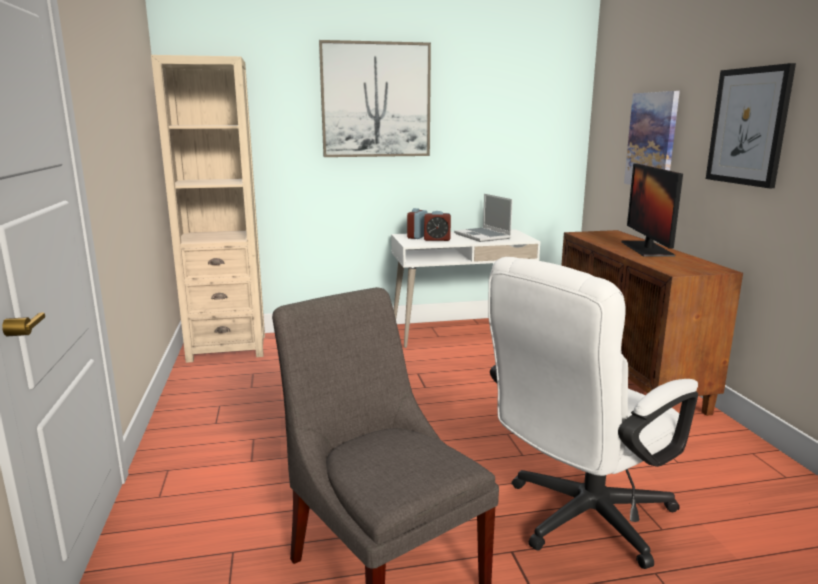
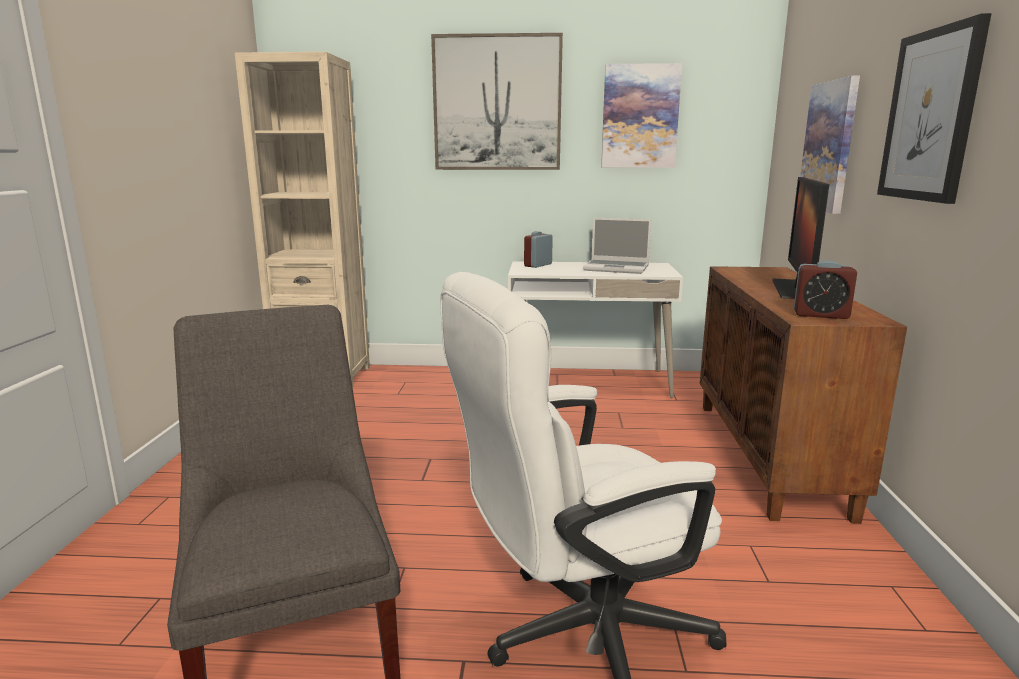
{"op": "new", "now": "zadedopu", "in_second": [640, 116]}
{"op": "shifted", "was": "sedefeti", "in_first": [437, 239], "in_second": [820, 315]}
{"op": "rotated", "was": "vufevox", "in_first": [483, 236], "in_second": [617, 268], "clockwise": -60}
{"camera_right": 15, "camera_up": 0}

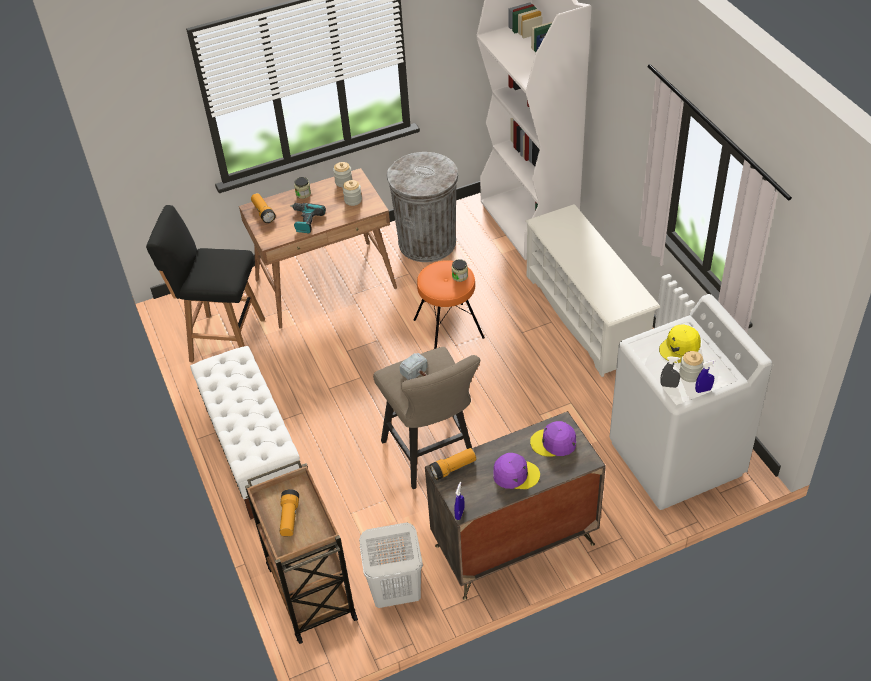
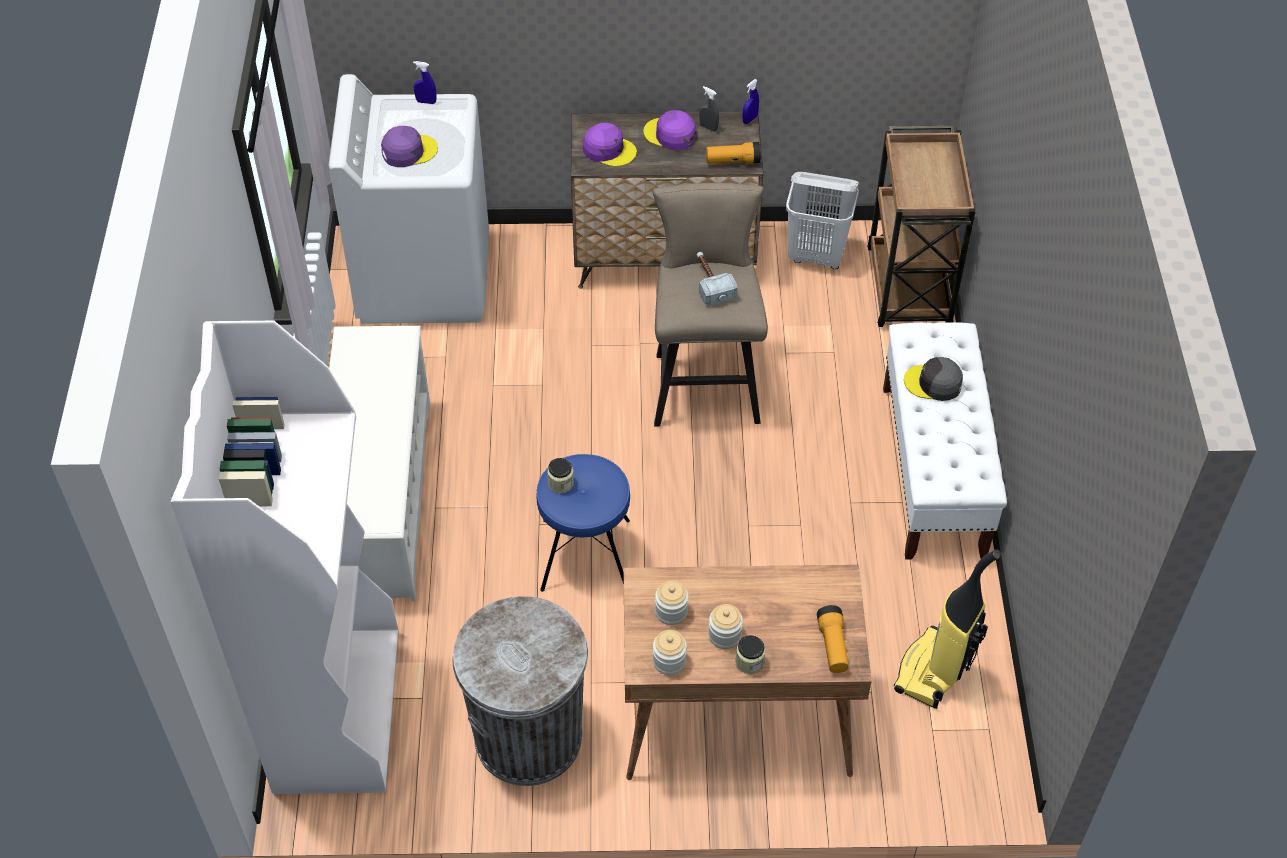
{"op": "gone", "was": "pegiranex", "in_first": [289, 518]}
{"op": "gone", "was": "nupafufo", "in_first": [305, 221]}
{"op": "new", "now": "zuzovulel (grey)", "in_second": [933, 383]}
{"op": "shifted", "was": "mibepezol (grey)", "in_first": [669, 385], "in_second": [708, 127]}
{"op": "shifted", "was": "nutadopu", "in_first": [690, 374], "in_second": [724, 635]}
{"op": "swapped", "was": "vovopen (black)", "now": "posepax", "in_first": [224, 339], "in_second": [934, 671]}
{"op": "repainted", "was": "vovopen (orange)", "now": "vovopen (blue)", "in_first": [448, 328], "in_second": [585, 555]}
{"op": "repainted", "was": "zuzovulel (yellow)", "now": "zuzovulel (purple)", "in_first": [680, 347], "in_second": [408, 151]}
{"camera_right": -160, "camera_up": 5}

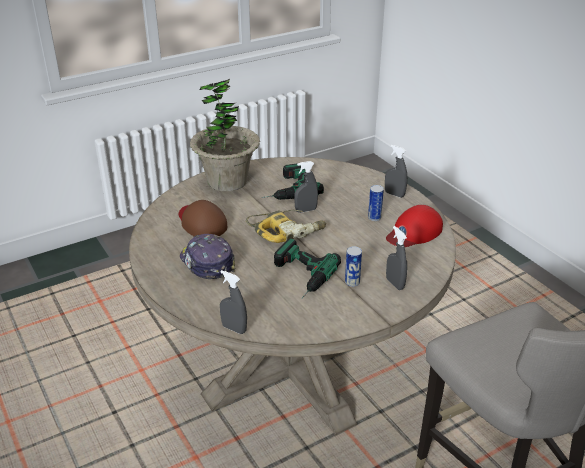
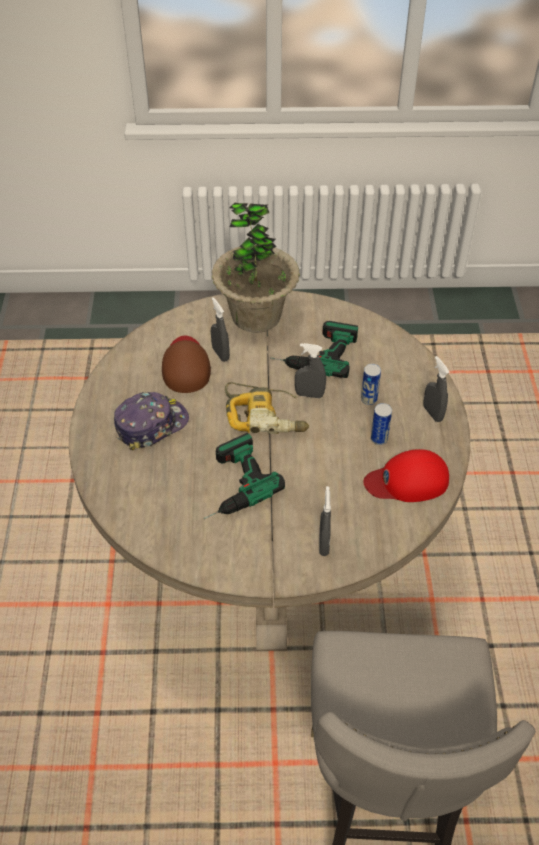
{"op": "shifted", "was": "mibepezol (grey)", "in_first": [234, 328], "in_second": [220, 354]}
{"op": "shifted", "was": "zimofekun", "in_first": [352, 282], "in_second": [369, 399]}
{"op": "rotated", "was": "zuzovulel", "in_first": [207, 263], "in_second": [151, 425], "clockwise": 60}
{"camera_right": 30, "camera_up": 15}

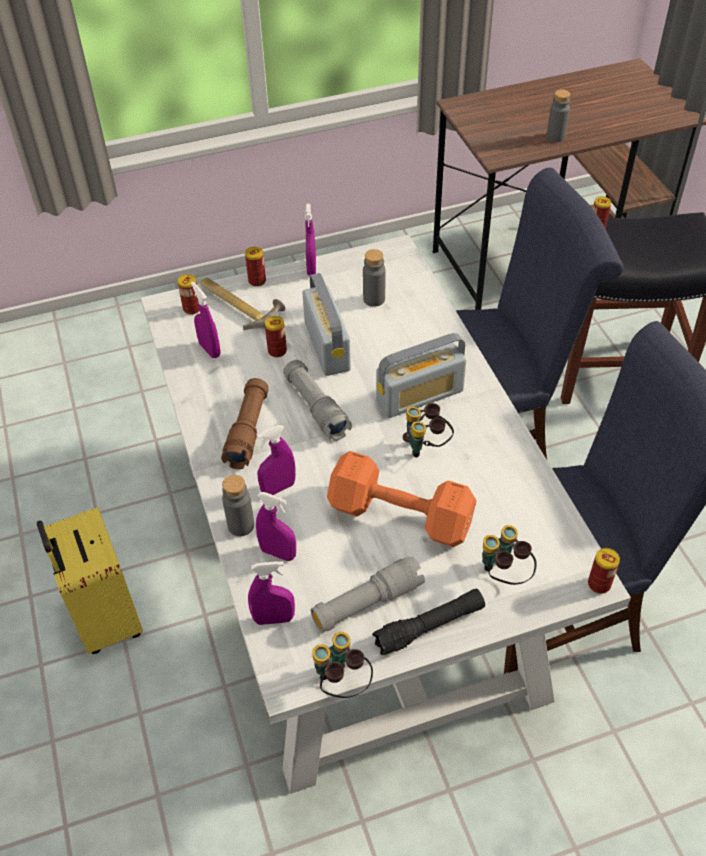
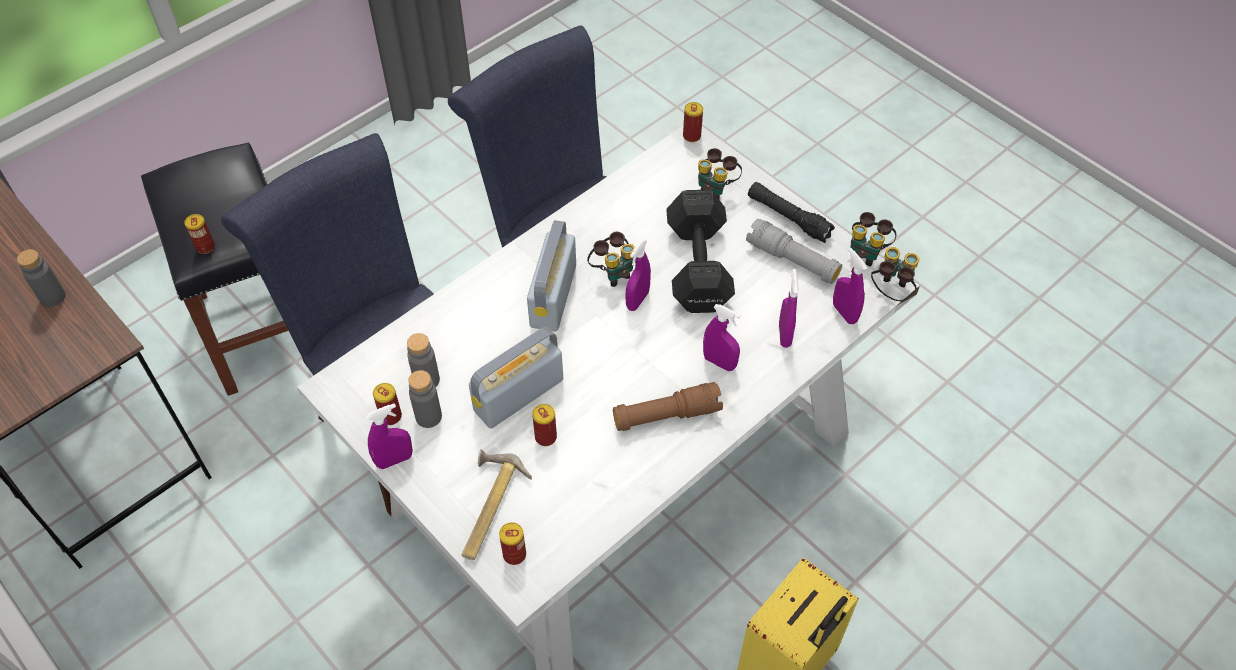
{"op": "gone", "was": "pegiranex (grey)", "in_first": [316, 407]}
{"op": "new", "now": "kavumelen", "in_second": [890, 292]}
{"op": "shifted", "was": "mibepezol (purple)", "in_first": [209, 350], "in_second": [637, 300]}
{"op": "shifted", "was": "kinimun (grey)", "in_first": [241, 525], "in_second": [428, 417]}
{"op": "shifted", "was": "zimofekun", "in_first": [257, 281], "in_second": [391, 416]}
{"op": "repainted", "was": "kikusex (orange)", "now": "kikusex (black)", "in_first": [403, 517], "in_second": [699, 264]}
{"op": "rotated", "was": "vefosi", "in_first": [420, 396], "in_second": [553, 296], "clockwise": -120}
{"camera_right": -115, "camera_up": 5}

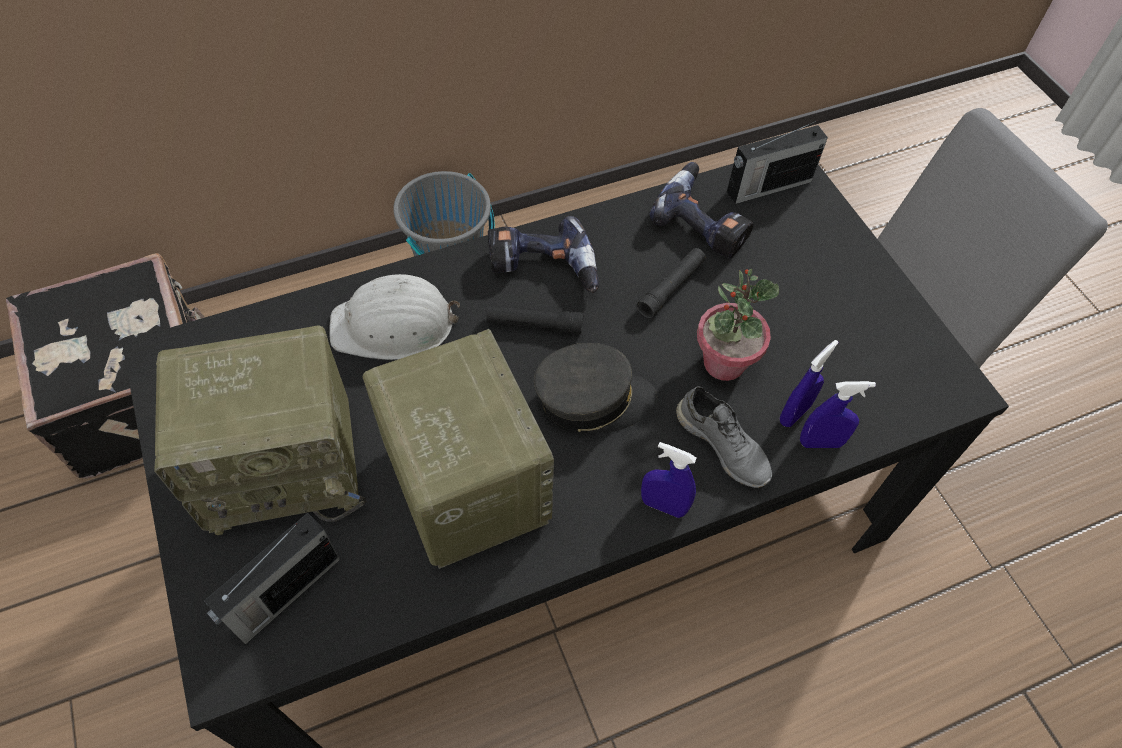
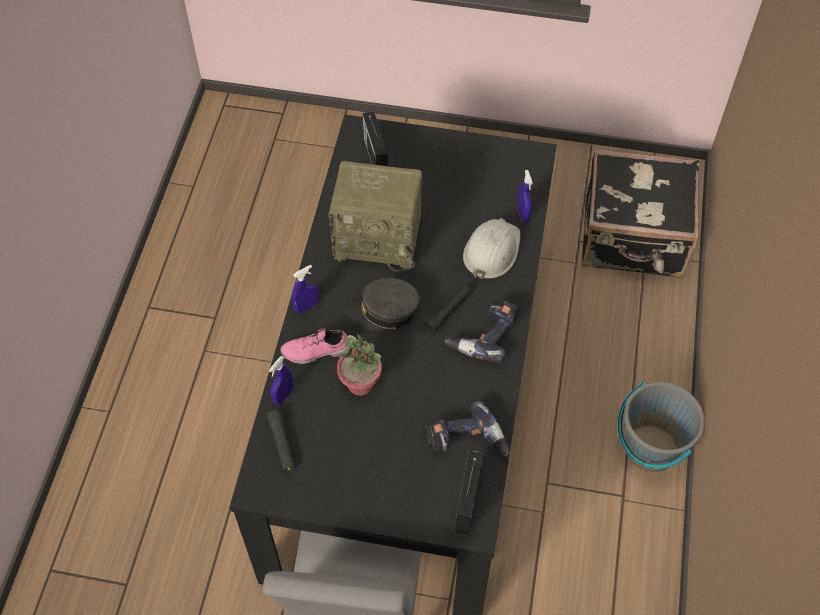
{"op": "gone", "was": "vefosi", "in_first": [285, 464]}
{"op": "shifted", "was": "pegiranex (black)", "in_first": [671, 287], "in_second": [282, 444]}
{"op": "shifted", "was": "mibepezol (blue)", "in_first": [794, 413], "in_second": [523, 214]}
{"op": "repainted", "was": "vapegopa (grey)", "now": "vapegopa (pink)", "in_first": [723, 444], "in_second": [316, 352]}
{"op": "rotated", "was": "zuzovulel (grey)", "in_first": [593, 399], "in_second": [383, 312], "clockwise": 60}
{"camera_right": 125, "camera_up": 0}

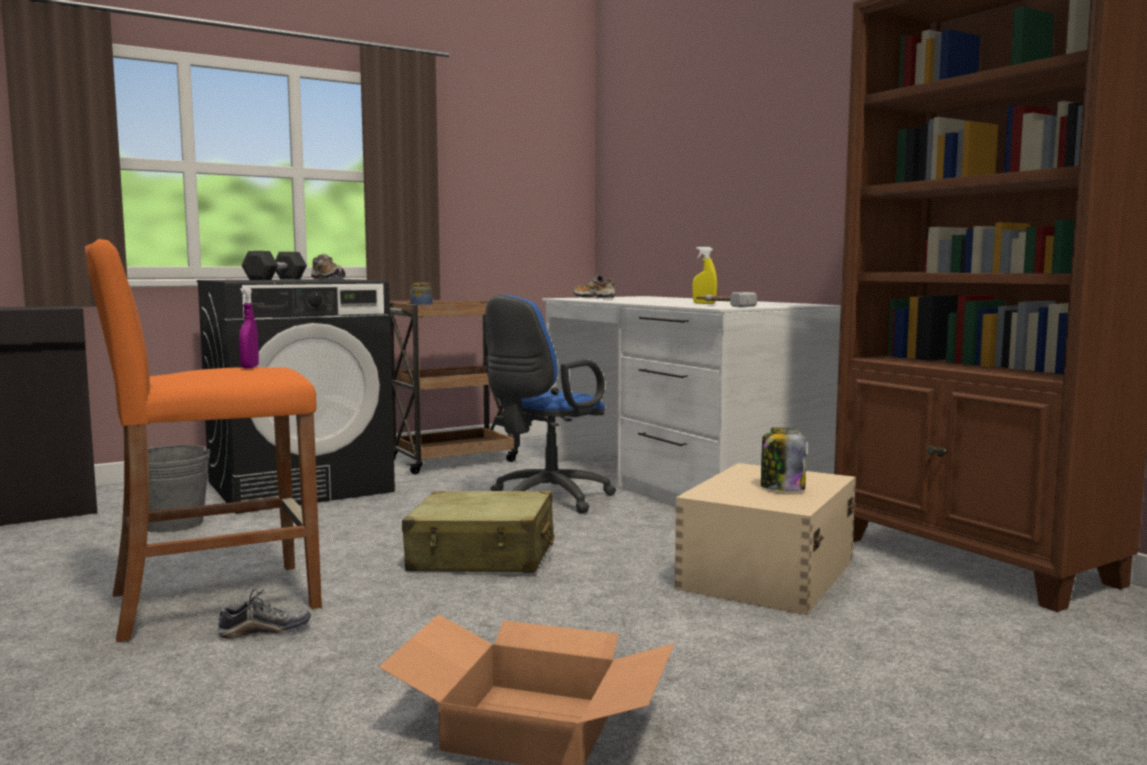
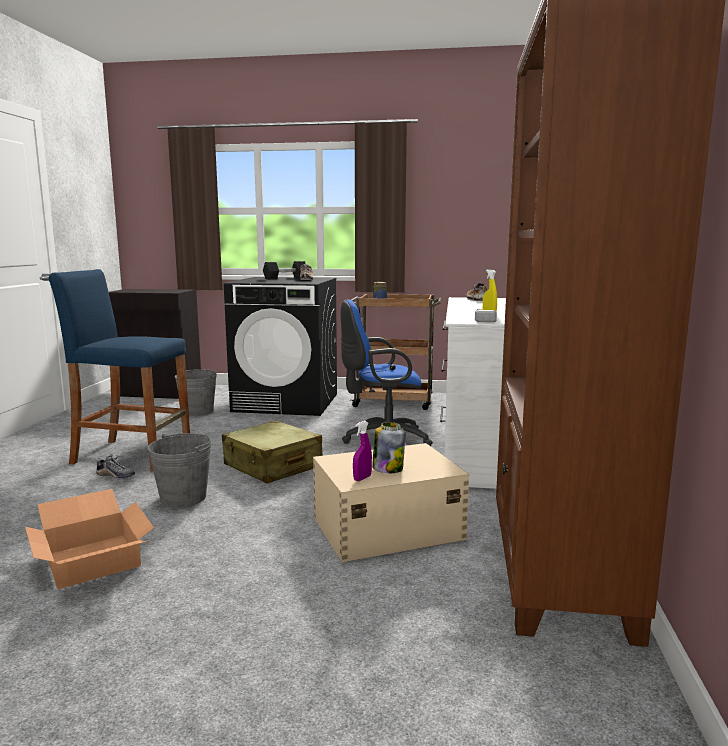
{"op": "new", "now": "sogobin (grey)", "in_second": [183, 497]}
{"op": "shifted", "was": "mibepezol (purple)", "in_first": [250, 367], "in_second": [362, 478]}
{"op": "repainted", "was": "vovopen (orange)", "now": "vovopen (blue)", "in_first": [215, 600], "in_second": [132, 455]}
{"camera_right": 40, "camera_up": 5}

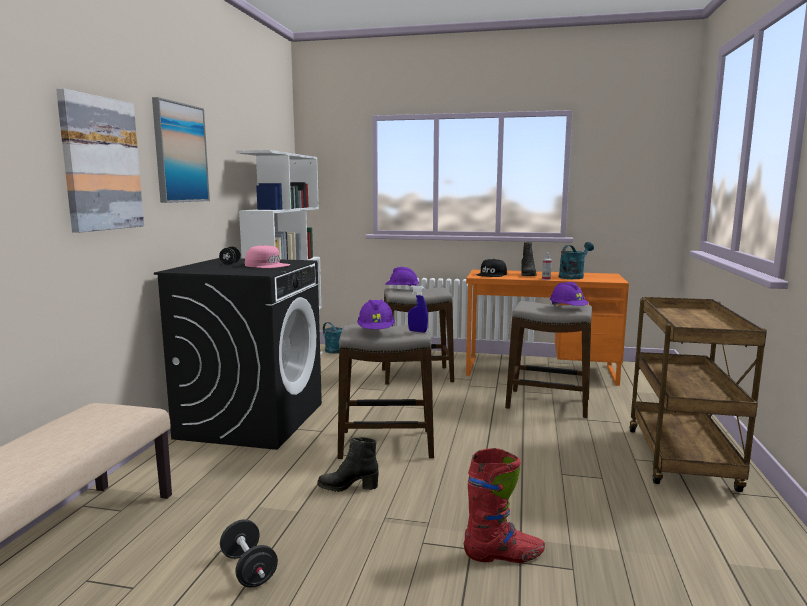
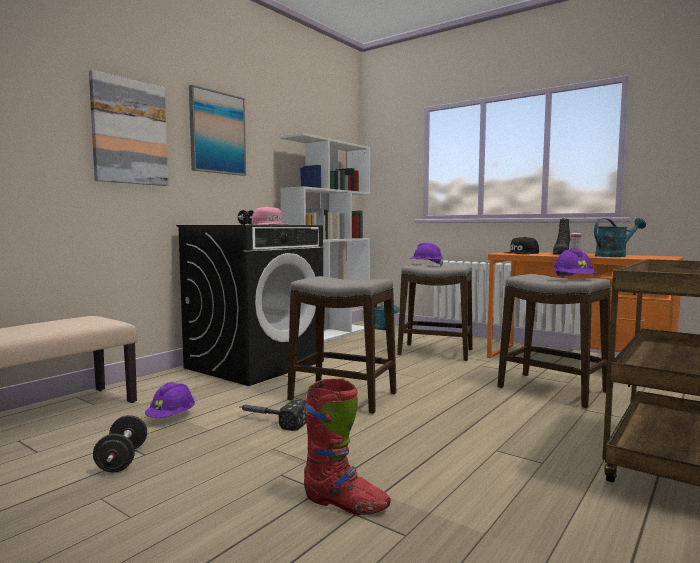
{"op": "gone", "was": "mibepezol (blue)", "in_first": [417, 331]}
{"op": "shifted", "was": "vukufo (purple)", "in_first": [376, 332], "in_second": [171, 417]}
{"op": "swapped", "was": "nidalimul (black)", "now": "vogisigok", "in_first": [348, 487], "in_second": [271, 420]}
{"camera_right": 25, "camera_up": -5}

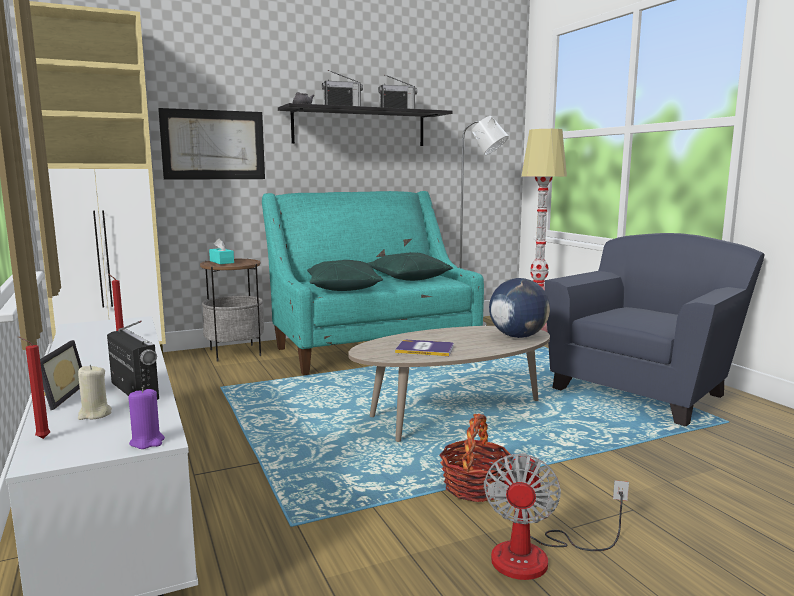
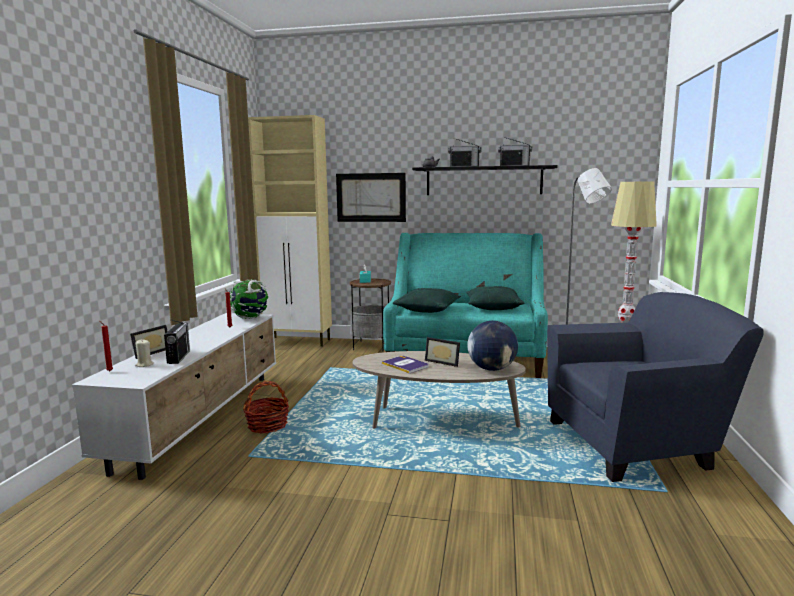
{"op": "gone", "was": "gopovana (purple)", "in_first": [147, 442]}
{"op": "gone", "was": "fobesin", "in_first": [538, 556]}
{"op": "new", "now": "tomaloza", "in_second": [250, 318]}
{"op": "new", "now": "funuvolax", "in_second": [443, 362]}
{"op": "shifted", "was": "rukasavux", "in_first": [475, 486], "in_second": [267, 425]}
{"camera_right": 35, "camera_up": 0}

